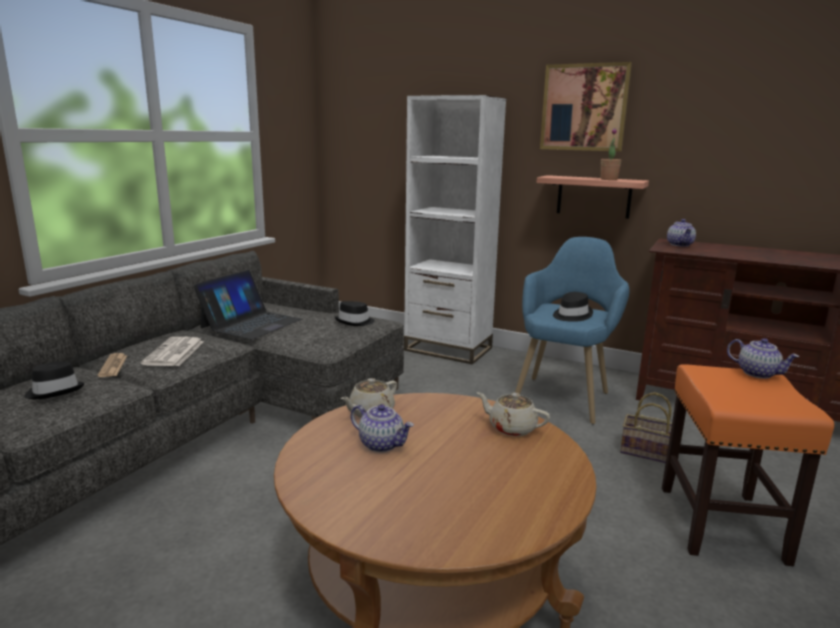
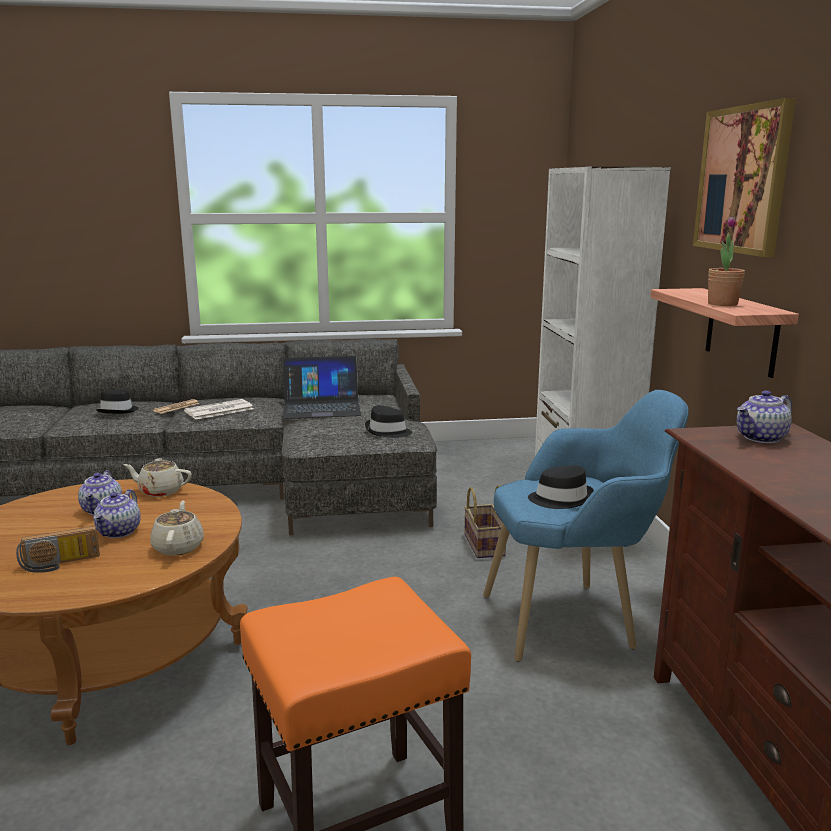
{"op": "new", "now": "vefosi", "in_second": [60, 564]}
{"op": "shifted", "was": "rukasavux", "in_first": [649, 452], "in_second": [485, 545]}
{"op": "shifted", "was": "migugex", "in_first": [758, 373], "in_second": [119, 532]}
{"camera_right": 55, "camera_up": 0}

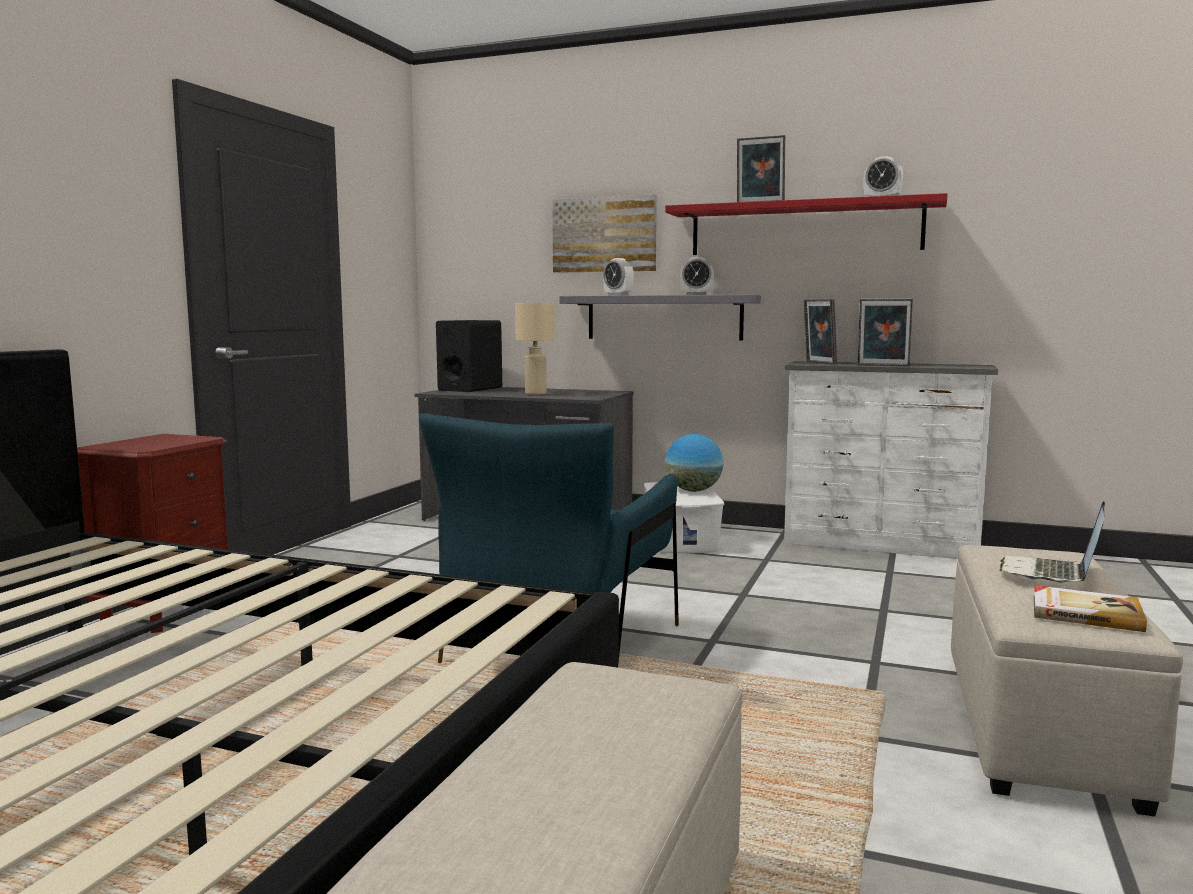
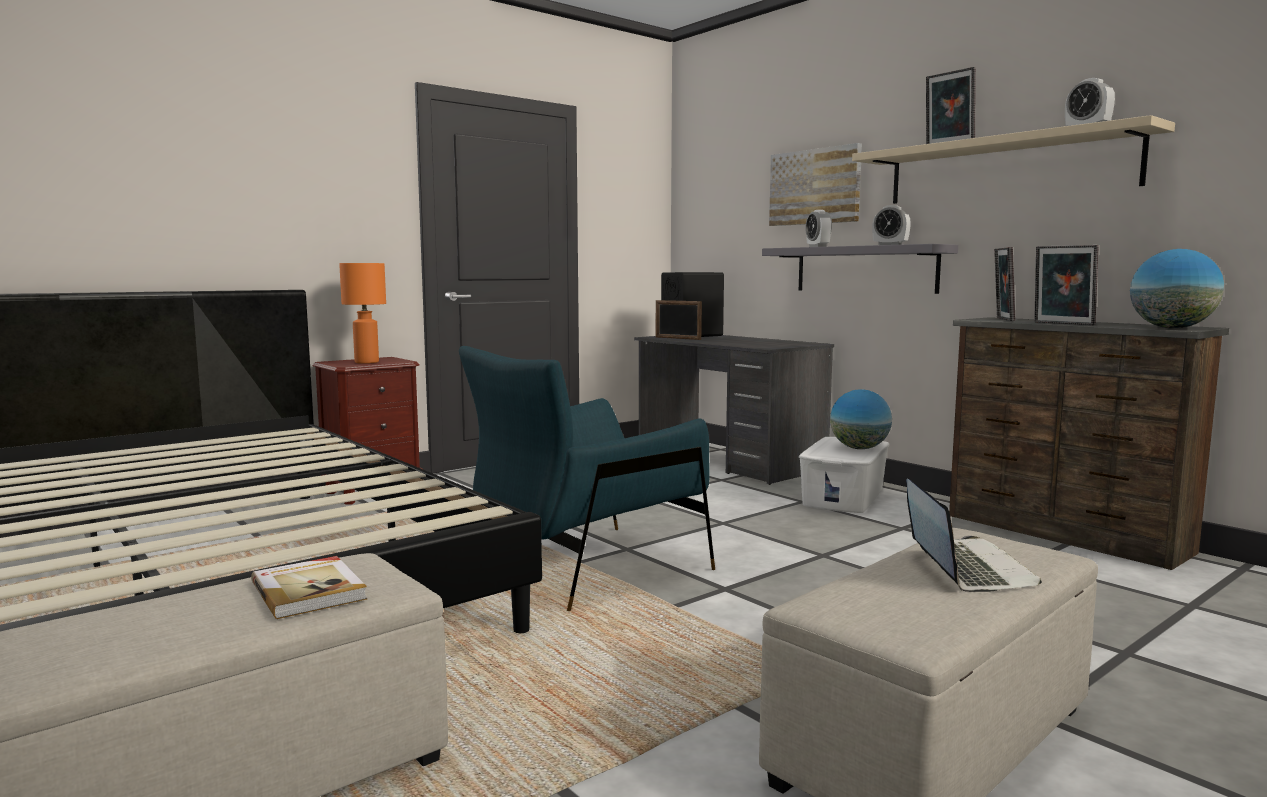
{"op": "gone", "was": "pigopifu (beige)", "in_first": [536, 393]}
{"op": "new", "now": "pigopifu (orange)", "in_second": [367, 362]}
{"op": "new", "now": "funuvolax", "in_second": [677, 338]}
{"op": "new", "now": "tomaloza", "in_second": [1171, 328]}
{"op": "shifted", "was": "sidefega", "in_first": [1085, 612], "in_second": [310, 590]}
{"op": "repainted", "was": "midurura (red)", "now": "midurura (beige)", "in_first": [804, 228], "in_second": [1006, 169]}
{"op": "repainted", "was": "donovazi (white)", "now": "donovazi (brown)", "in_first": [881, 545], "in_second": [1064, 534]}
{"op": "rotated", "was": "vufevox", "in_first": [1051, 574], "in_second": [965, 568], "clockwise": 120}
{"camera_right": 30, "camera_up": 0}

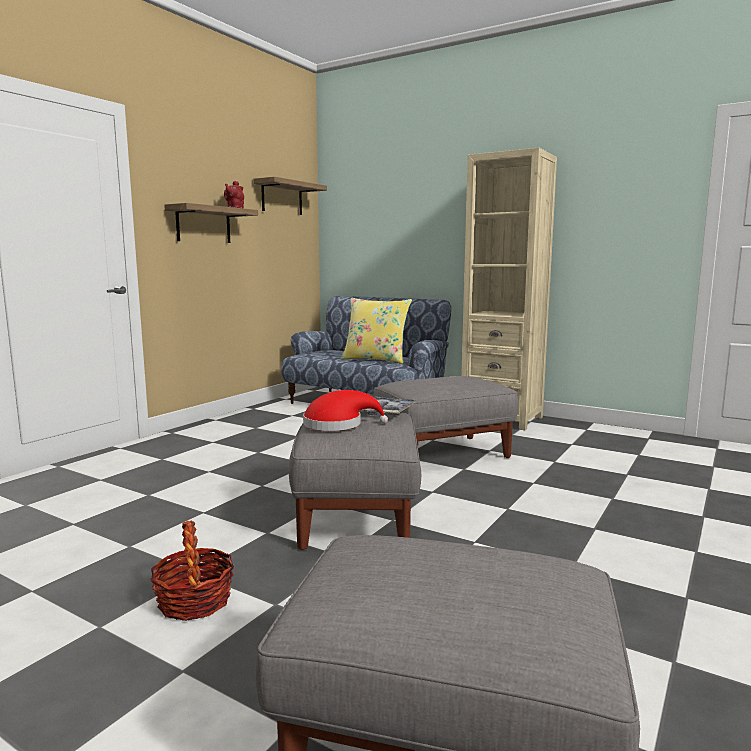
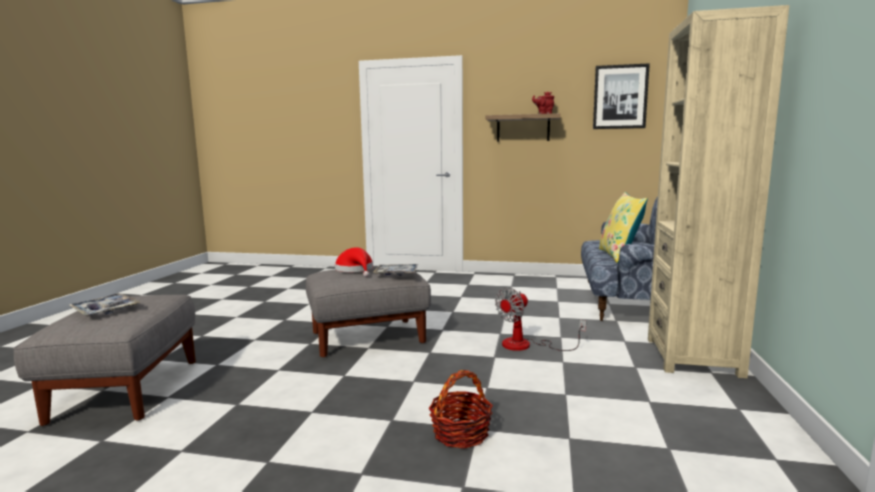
{"op": "new", "now": "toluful", "in_second": [105, 310]}
{"op": "shifted", "was": "rukasavux", "in_first": [194, 601], "in_second": [461, 433]}
{"op": "swapped", "was": "midurura", "now": "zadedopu", "in_first": [282, 198], "in_second": [620, 97]}
{"op": "swapped", "was": "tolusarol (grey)", "now": "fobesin", "in_first": [444, 453], "in_second": [527, 345]}
{"camera_right": 70, "camera_up": 0}

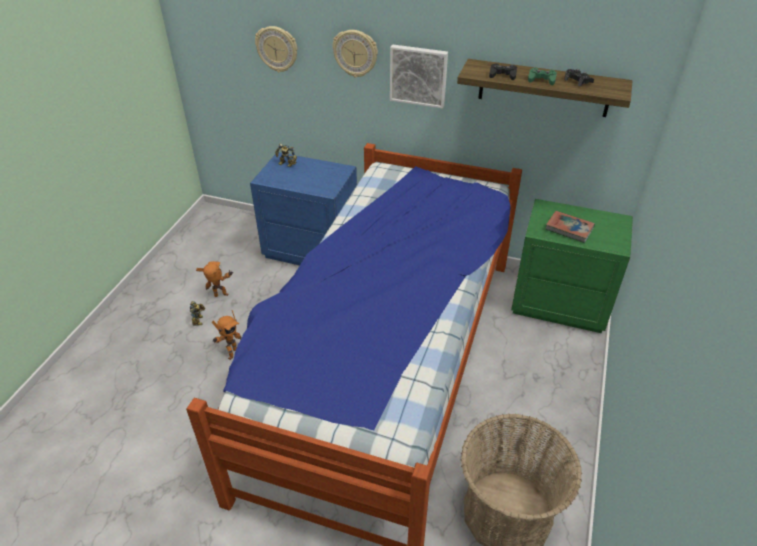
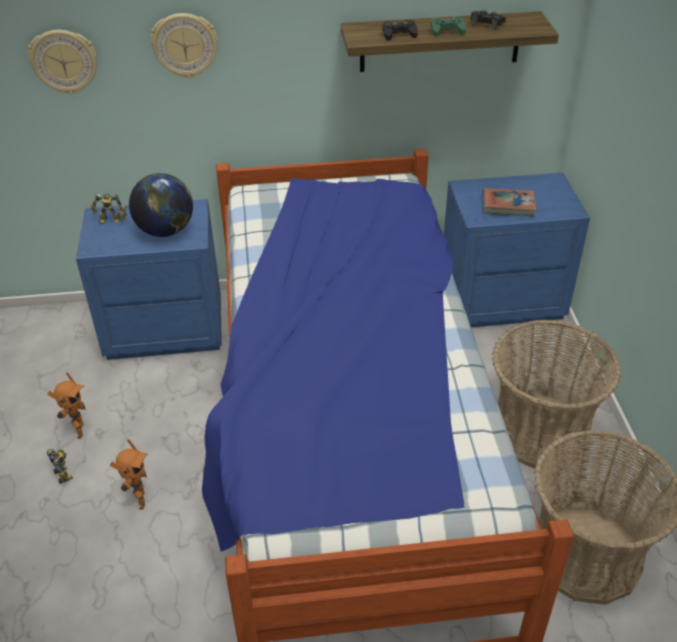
{"op": "gone", "was": "zadedopu", "in_first": [418, 75]}
{"op": "new", "now": "tomaloza", "in_second": [166, 231]}
{"op": "new", "now": "rukasavux", "in_second": [540, 431]}
{"op": "repainted", "was": "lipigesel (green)", "now": "lipigesel (blue)", "in_first": [560, 303], "in_second": [501, 299]}
{"op": "rotated", "was": "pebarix", "in_first": [221, 297], "in_second": [77, 431], "clockwise": 120}
{"camera_right": -25, "camera_up": 0}

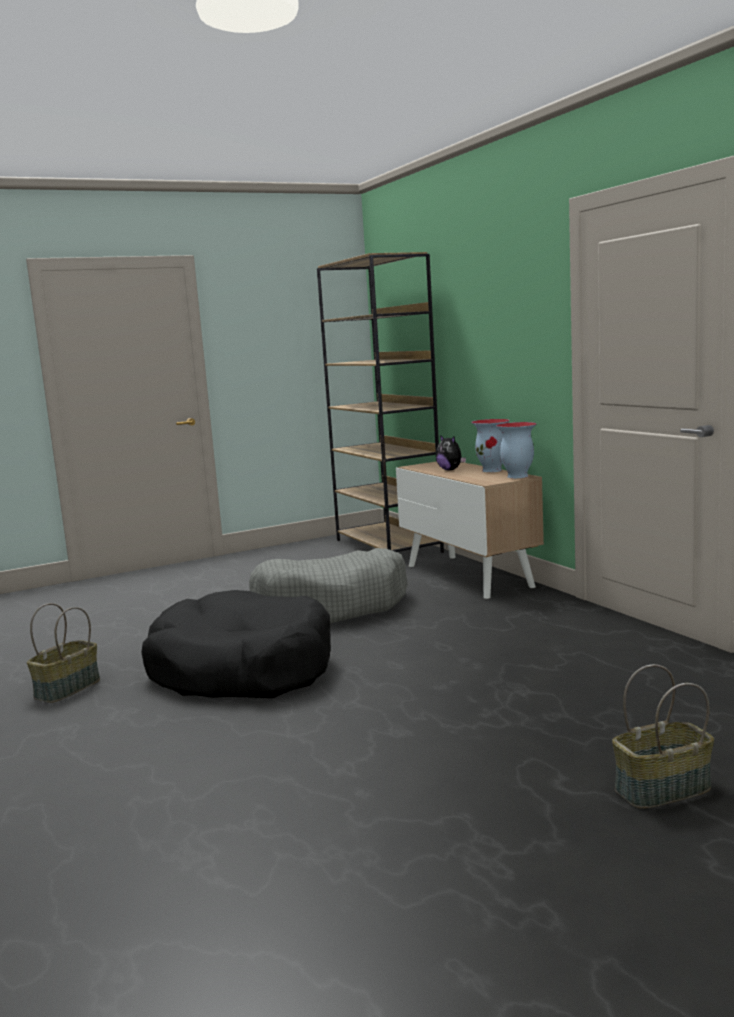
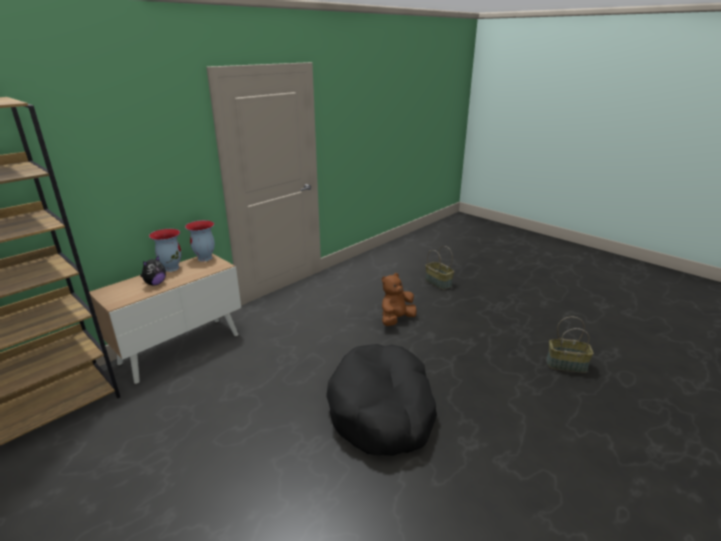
{"op": "gone", "was": "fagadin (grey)", "in_first": [332, 606]}
{"op": "new", "now": "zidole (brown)", "in_second": [396, 319]}
{"op": "shifted", "was": "rukasavux", "in_first": [68, 689], "in_second": [566, 364]}
{"camera_right": -110, "camera_up": 15}

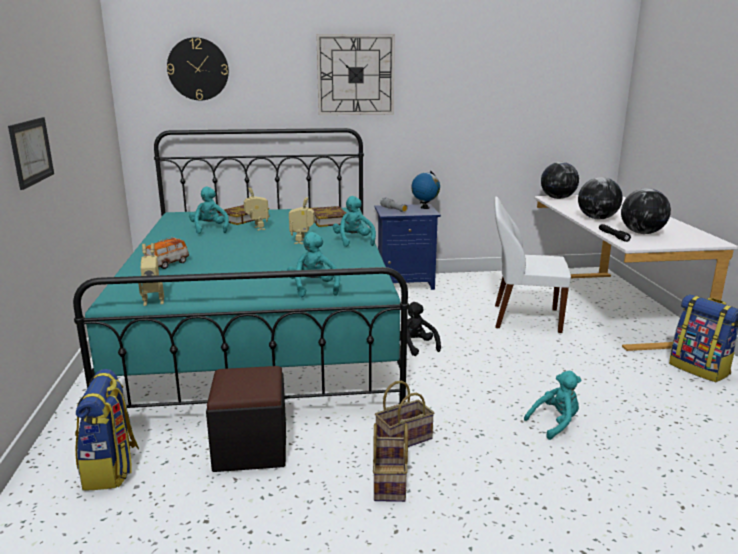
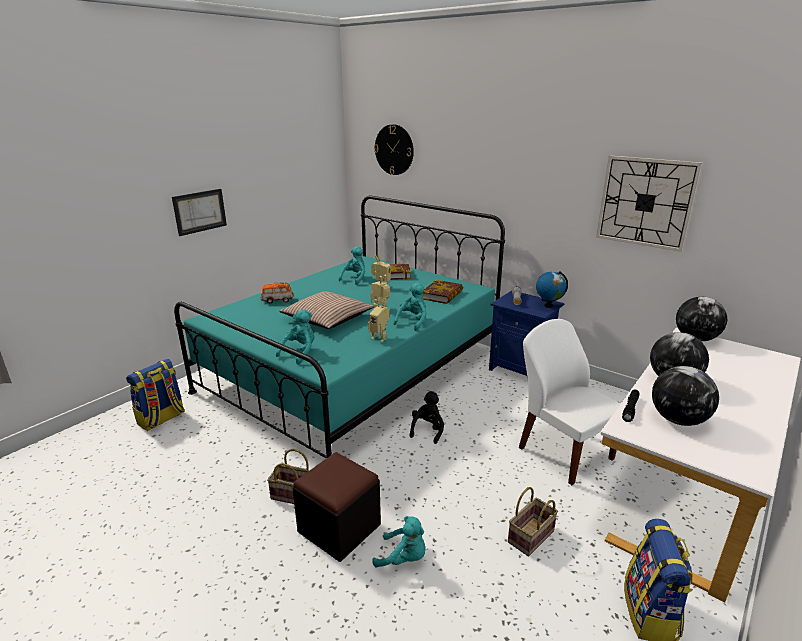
{"op": "new", "now": "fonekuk", "in_second": [327, 318]}
{"op": "shifted", "was": "pebarix", "in_first": [154, 301], "in_second": [380, 338]}
{"op": "shifted", "was": "tolusarol (black)", "in_first": [251, 449], "in_second": [339, 528]}
{"op": "shifted", "was": "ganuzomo", "in_first": [355, 75], "in_second": [645, 202]}
{"op": "shifted", "was": "rukasavux", "in_first": [390, 484], "in_second": [531, 538]}
{"camera_right": 45, "camera_up": 5}

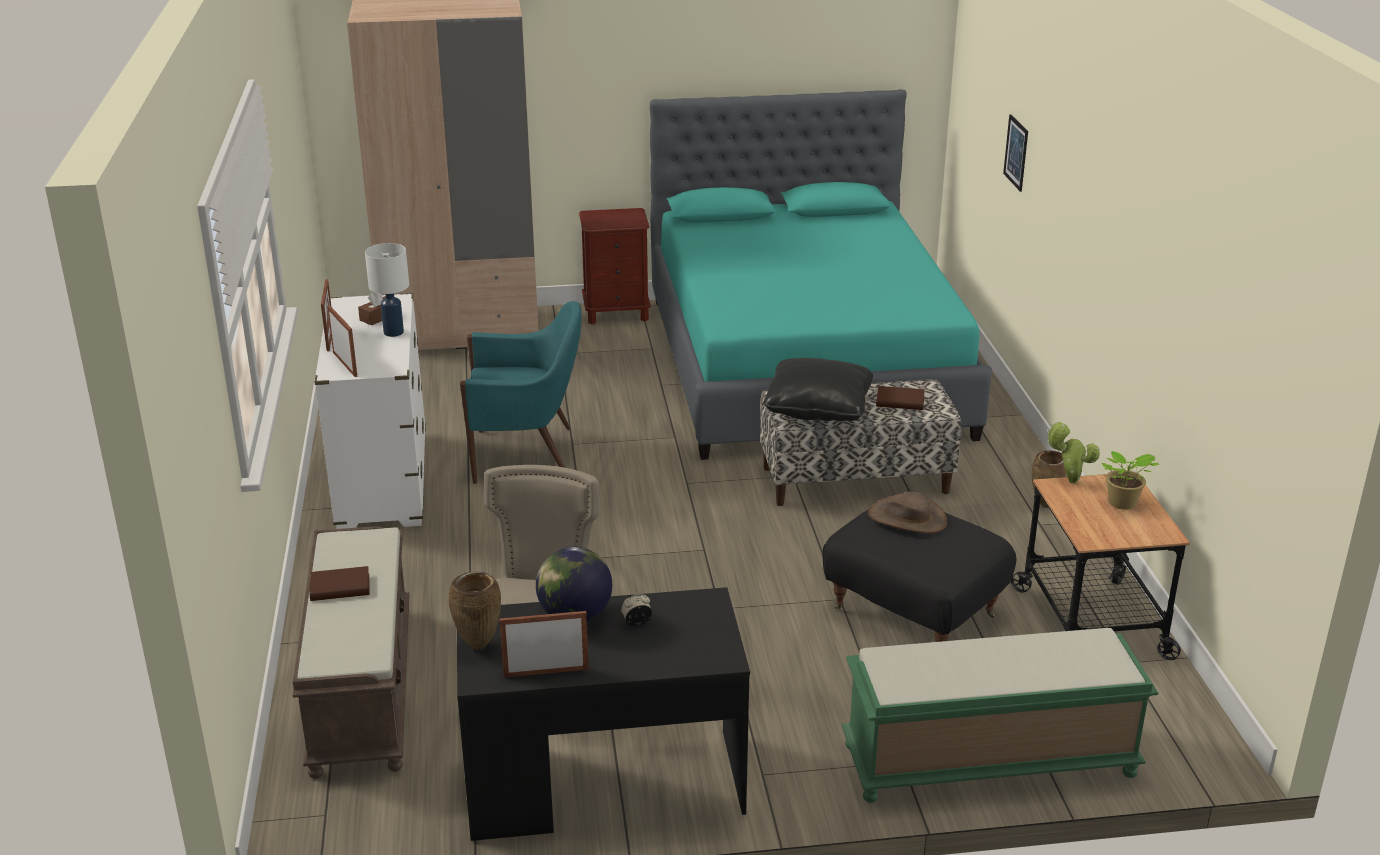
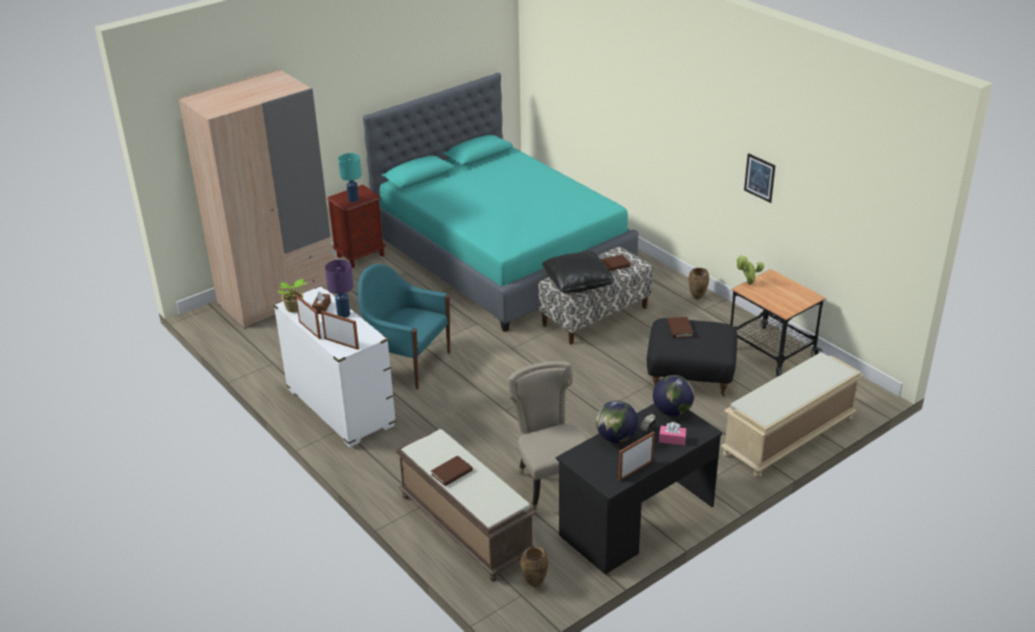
{"op": "new", "now": "pigopifu (turquoise)", "in_second": [353, 200]}
{"op": "new", "now": "tomaloza", "in_second": [672, 411]}
{"op": "new", "now": "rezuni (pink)", "in_second": [672, 439]}
{"op": "shifted", "was": "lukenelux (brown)", "in_first": [479, 645], "in_second": [534, 584]}
{"op": "shifted", "was": "zadedopu", "in_first": [1016, 152], "in_second": [759, 177]}
{"op": "shifted", "was": "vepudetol", "in_first": [1122, 504], "in_second": [294, 309]}
{"op": "swapped", "was": "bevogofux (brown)", "now": "sidefega (brown)", "in_first": [907, 518], "in_second": [680, 329]}
{"op": "repainted", "was": "pigopifu (white)", "now": "pigopifu (purple)", "in_first": [393, 332], "in_second": [344, 314]}
{"op": "repainted", "was": "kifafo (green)", "now": "kifafo (beige)", "in_first": [988, 761], "in_second": [788, 437]}
{"op": "rotated", "was": "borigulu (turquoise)", "in_first": [526, 455], "in_second": [406, 363], "clockwise": -120}
{"camera_right": -30, "camera_up": 5}

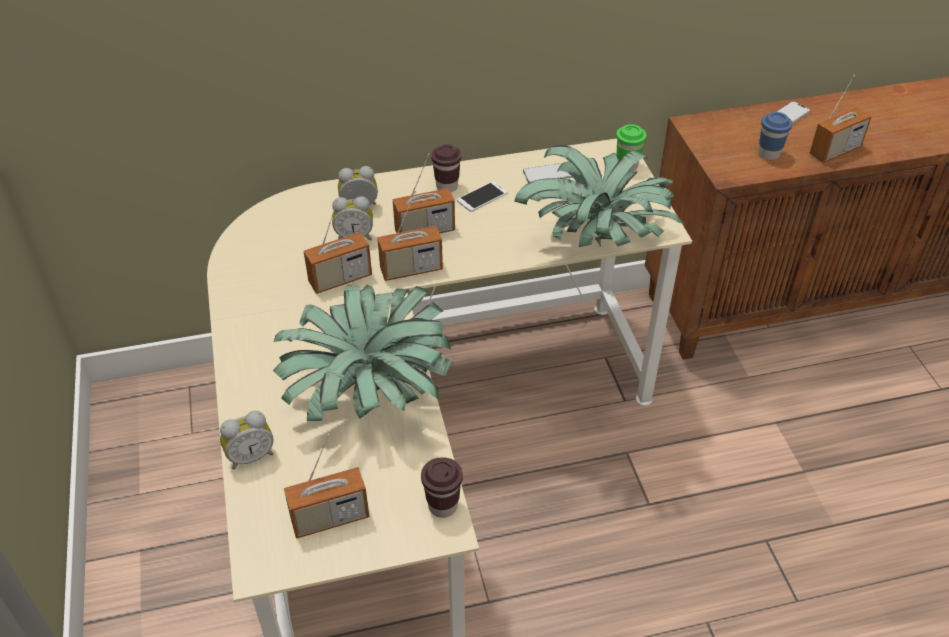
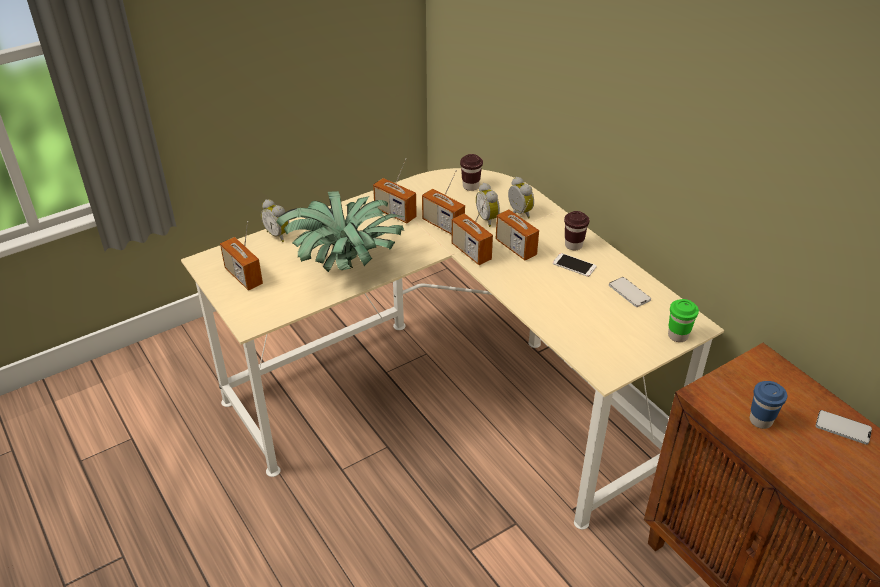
{"op": "gone", "was": "vepudetol", "in_first": [598, 241]}
{"op": "shifted", "was": "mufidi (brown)", "in_first": [443, 506], "in_second": [470, 186]}
{"op": "shifted", "was": "vefosi", "in_first": [835, 151], "in_second": [395, 213]}
{"camera_right": 70, "camera_up": -5}

